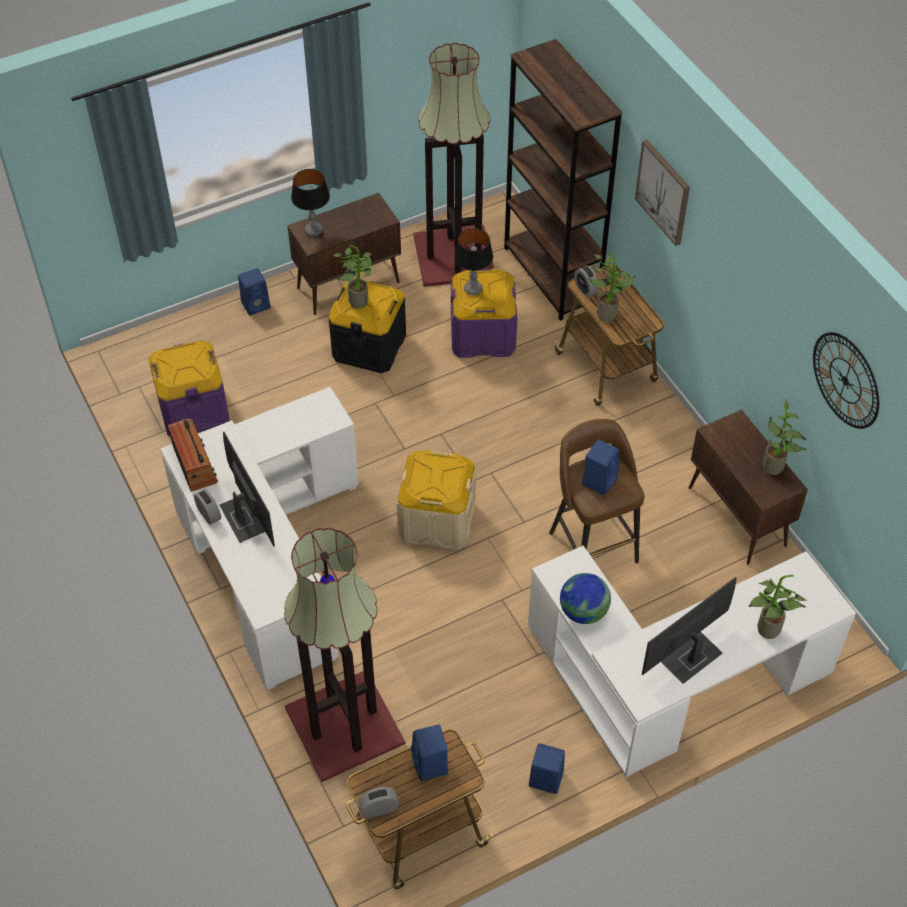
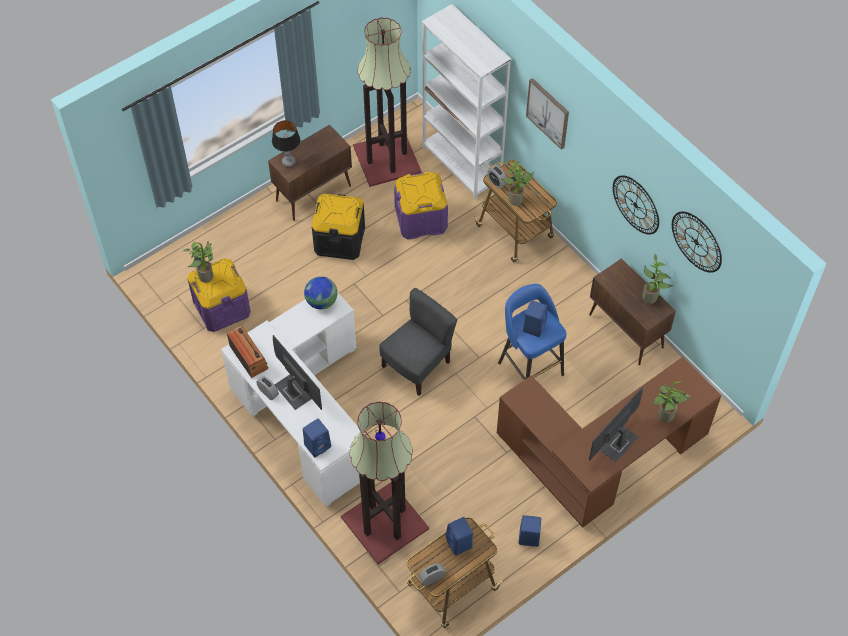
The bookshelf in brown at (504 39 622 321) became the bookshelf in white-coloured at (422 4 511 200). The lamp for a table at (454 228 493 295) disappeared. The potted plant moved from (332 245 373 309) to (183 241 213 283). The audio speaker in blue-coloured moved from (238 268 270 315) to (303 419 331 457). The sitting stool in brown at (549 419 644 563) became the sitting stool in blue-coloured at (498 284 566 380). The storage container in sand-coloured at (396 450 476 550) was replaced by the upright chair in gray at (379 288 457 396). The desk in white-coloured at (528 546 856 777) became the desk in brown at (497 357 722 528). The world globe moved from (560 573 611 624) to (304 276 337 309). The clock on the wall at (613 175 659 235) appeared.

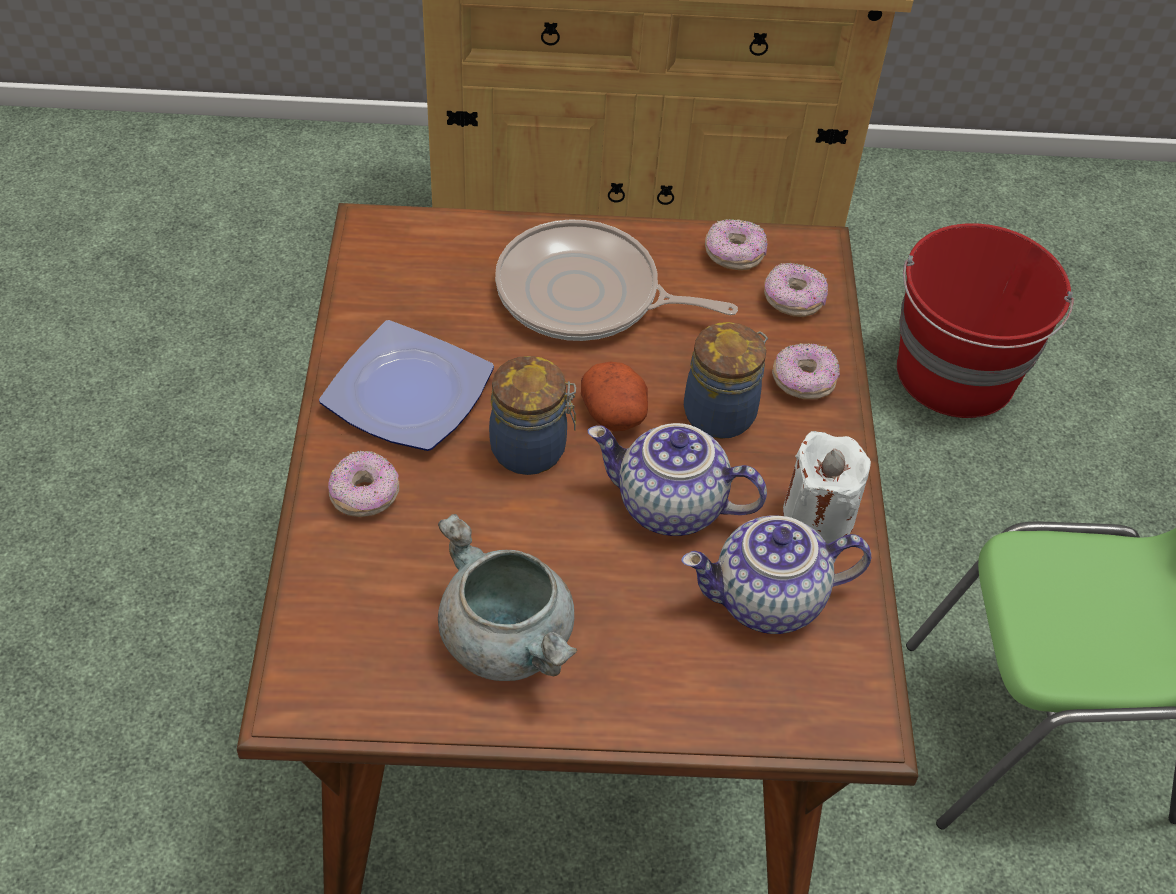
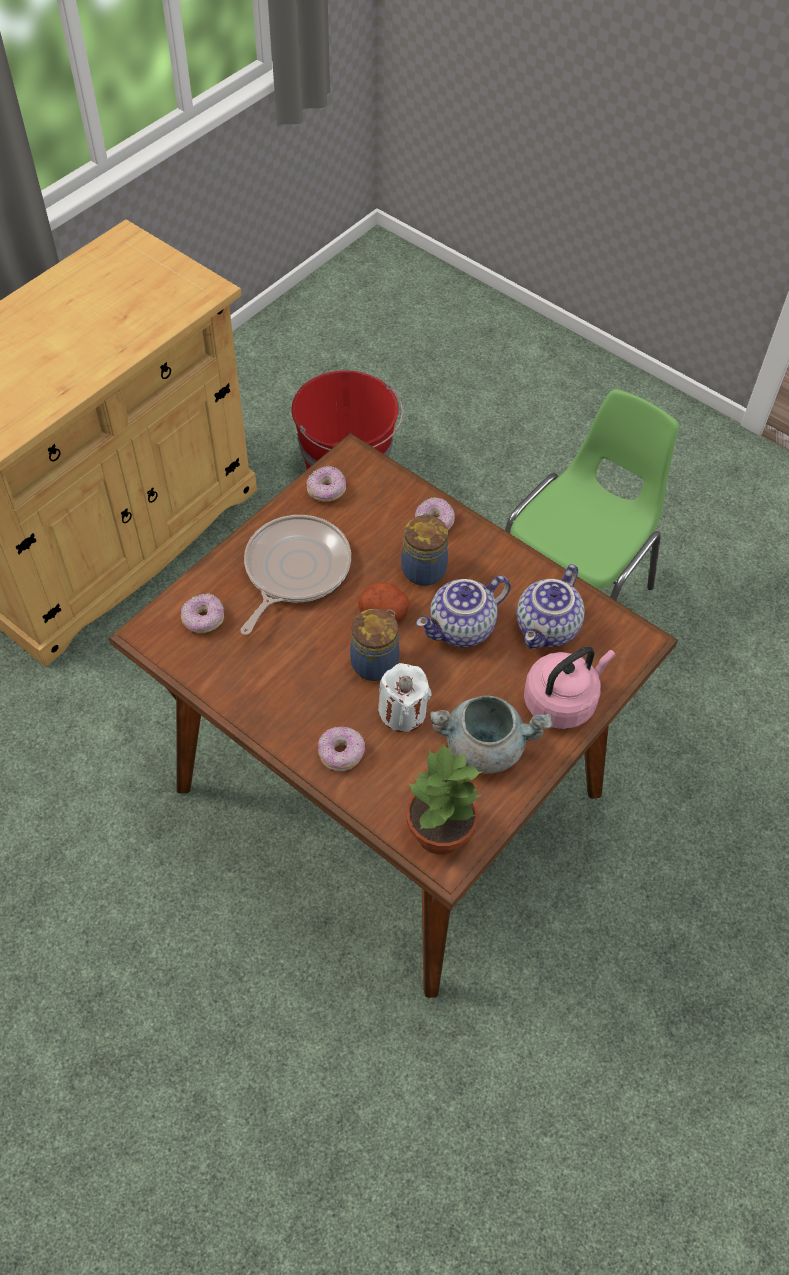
The skillet at (495 219 738 341) turned 150 degrees clockwise. The ring doughnut moved from (764 263 828 317) to (181 593 224 633). The dinner plate at (319 320 494 451) disappeared. The wax candle in white-coloured moved from (783 431 871 544) to (378 663 432 732). The water kettle in pink-coloured at (524 646 615 729) appeared. The potted plant at (406 743 482 855) appeared.

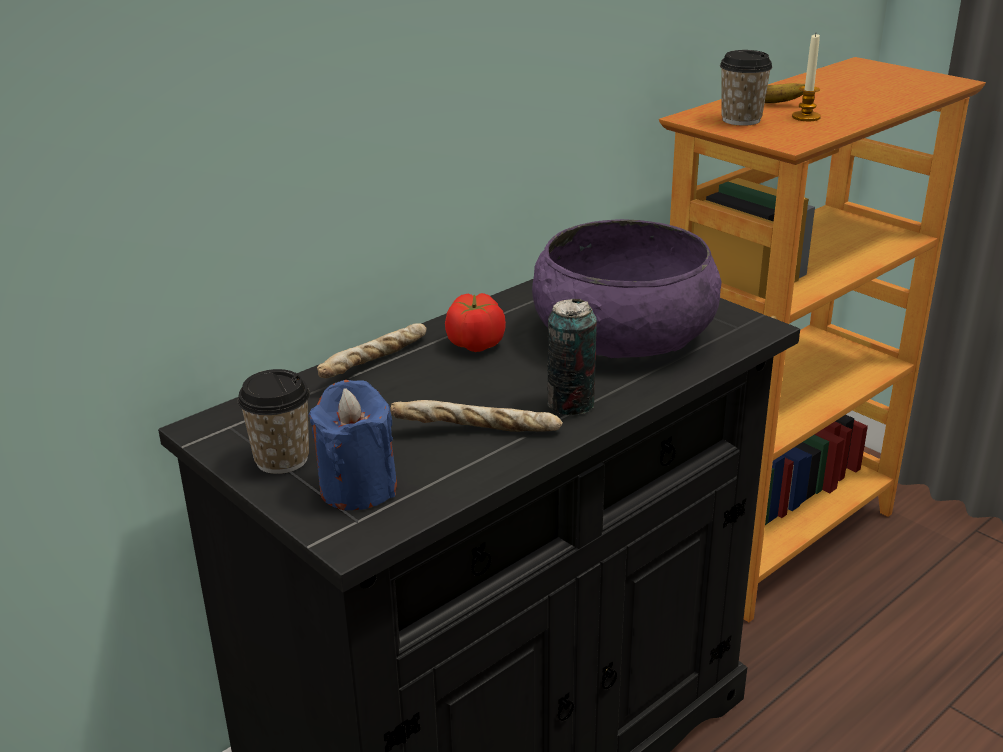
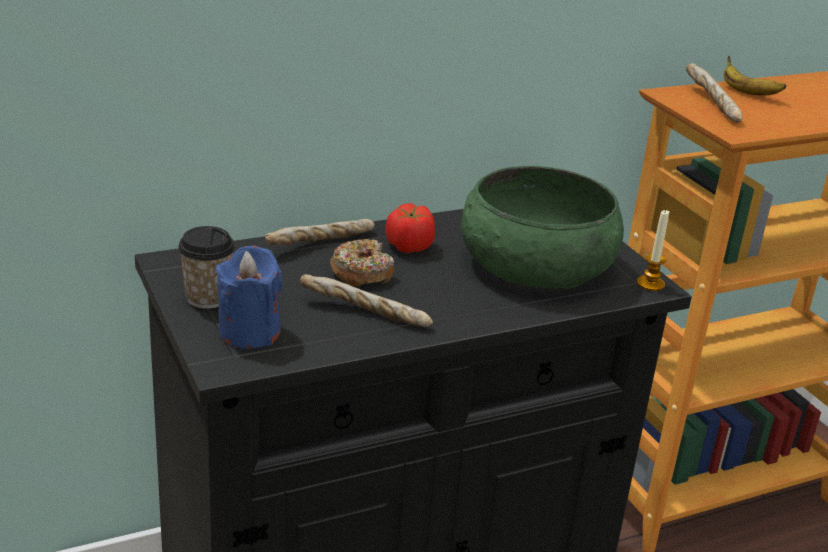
The wax candle moved from (792 34 821 121) to (637 209 669 291). The drinking cup at (720 50 773 126) was replaced by the bread at (686 63 742 123). The bowl in purplish at (532 219 722 358) became the bowl in green-coloured at (461 166 624 289). The can at (547 299 597 415) disappeared. The ring doughnut at (330 239 394 287) appeared.

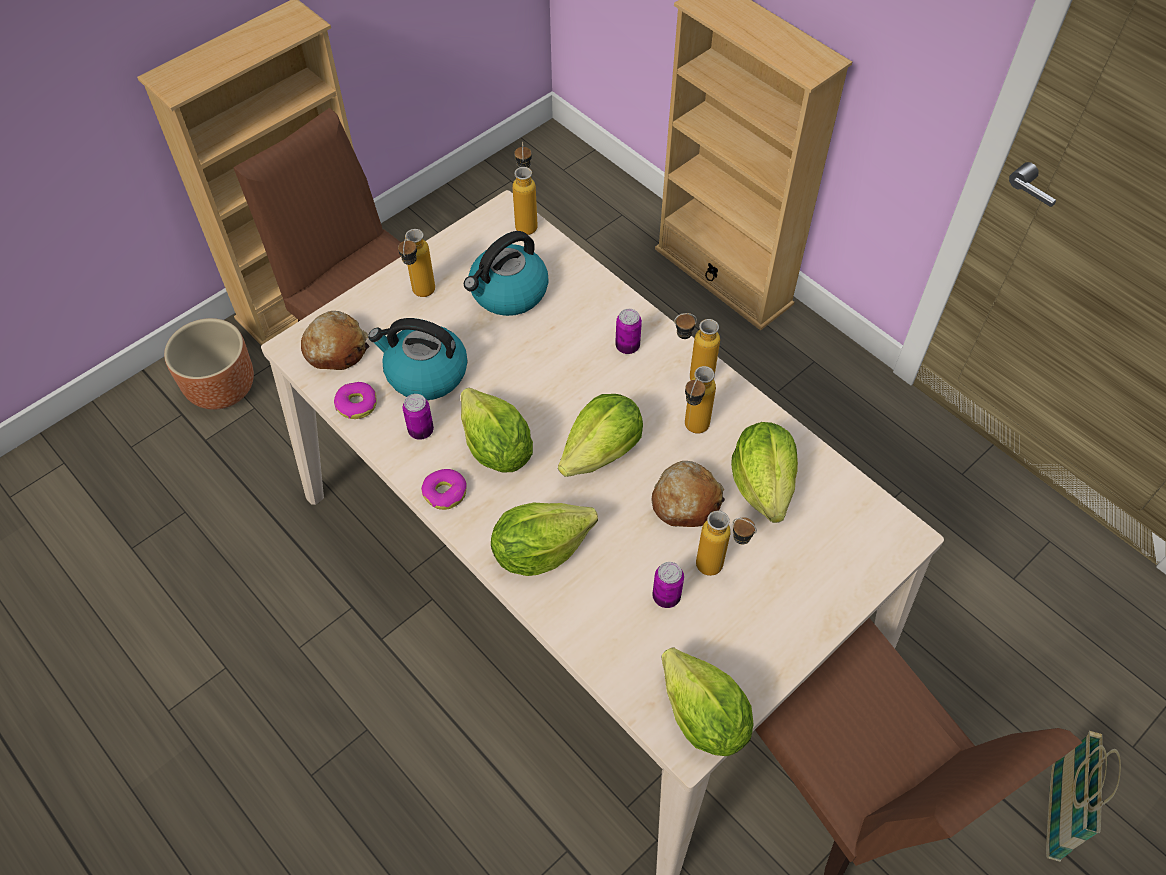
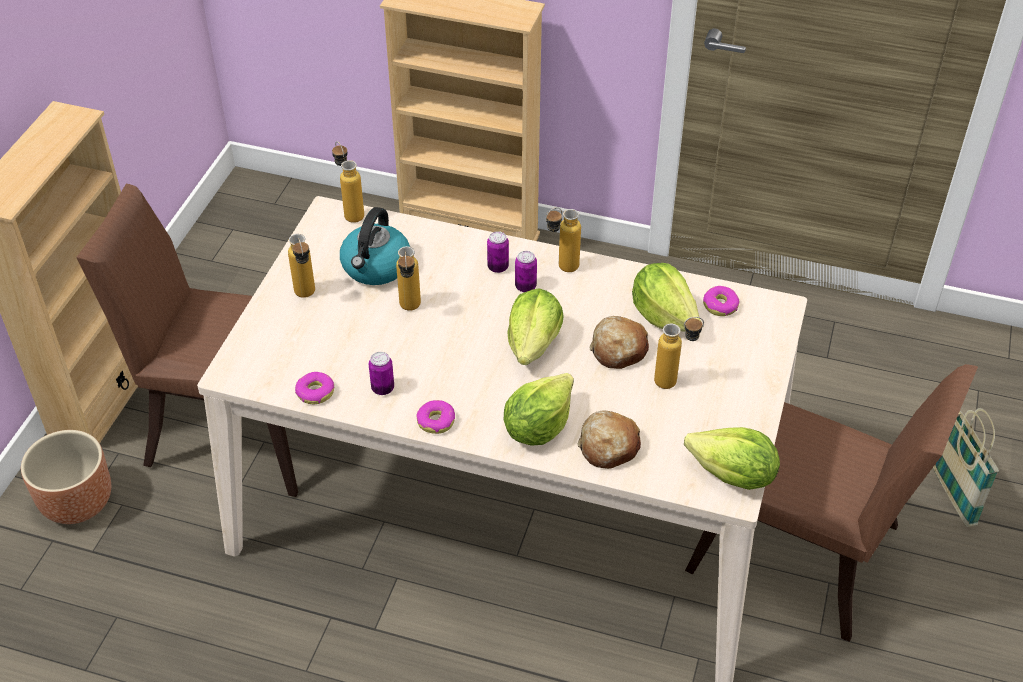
The bread moved from (301 311 370 370) to (577 411 641 469). The water kettle at (368 318 467 400) disappeared. The beverage bottle moved from (685 366 716 434) to (396 246 421 311). The lettuce head at (461 388 533 472) disappeared. The can moved from (652 562 684 608) to (515 251 537 292). The ring doughnut at (703 286 739 316) appeared.

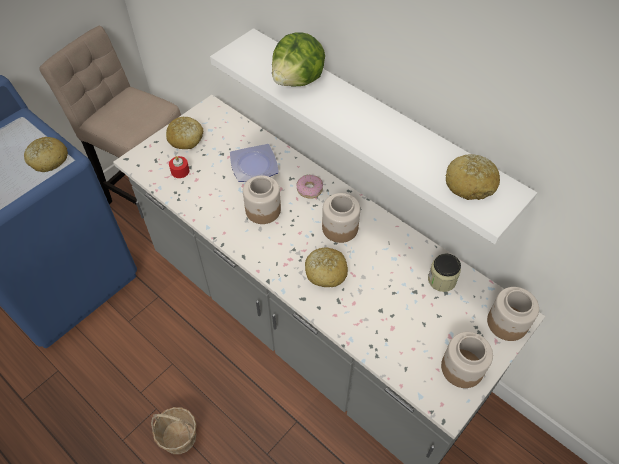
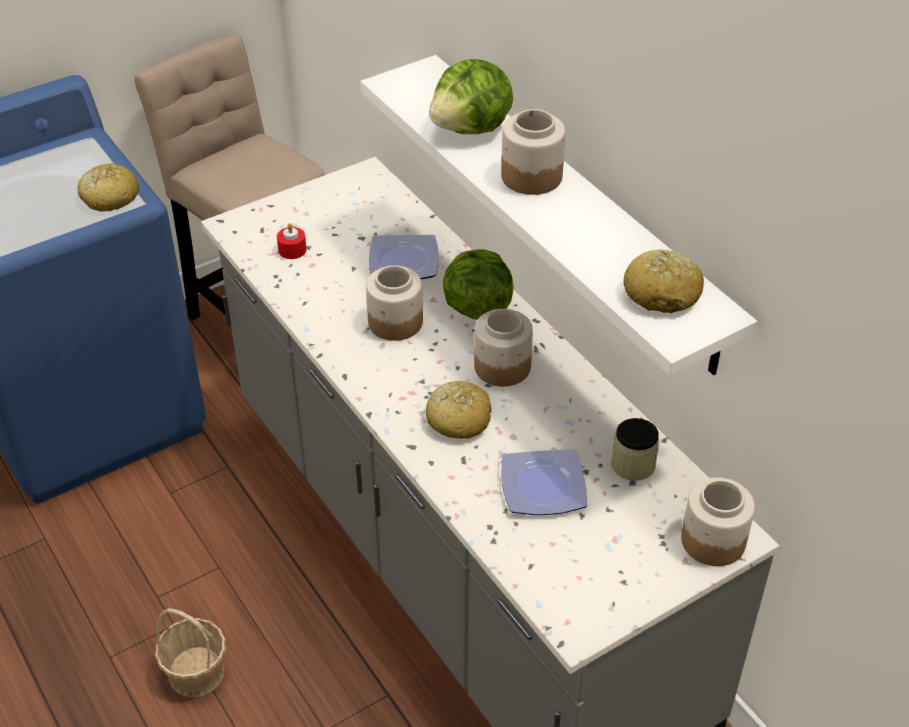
The bread at (166 117 203 149) disappeared. The ring doughnut at (296 175 323 199) was replaced by the lettuce head at (443 249 514 320). The jar moved from (441 332 493 388) to (501 109 566 195). The dinner plate at (501 449 587 515) appeared.

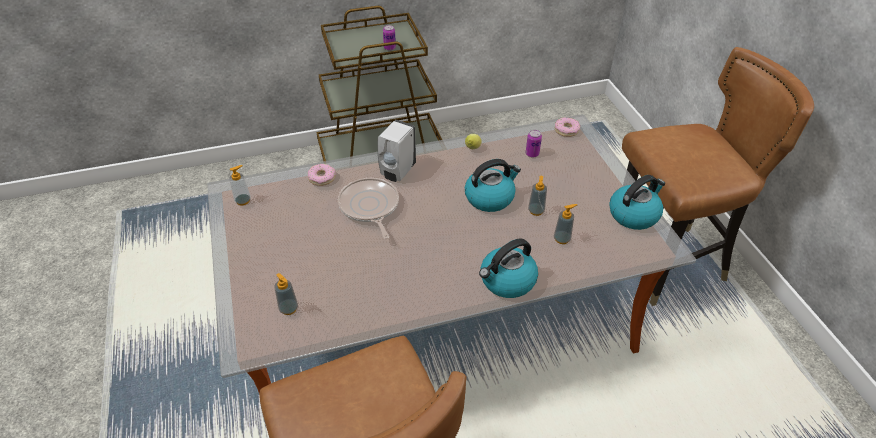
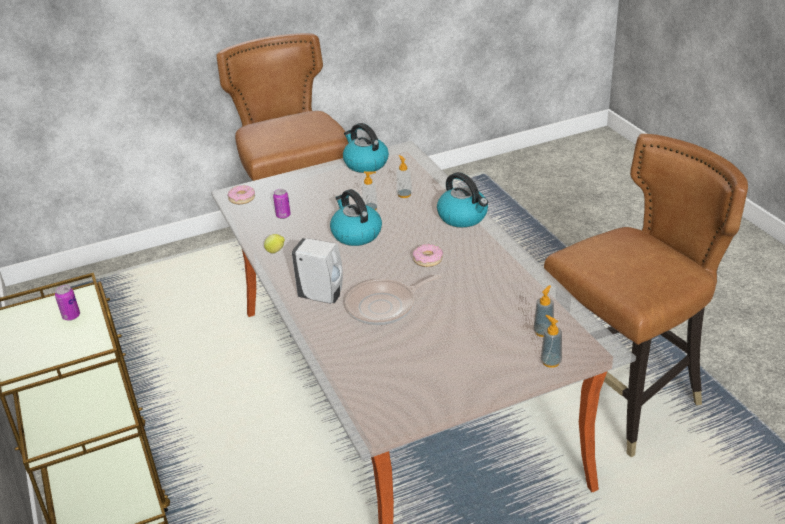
The ring doughnut moved from (308 164 336 186) to (413 244 443 267). The soap bottle moved from (229 165 251 205) to (541 315 562 368).

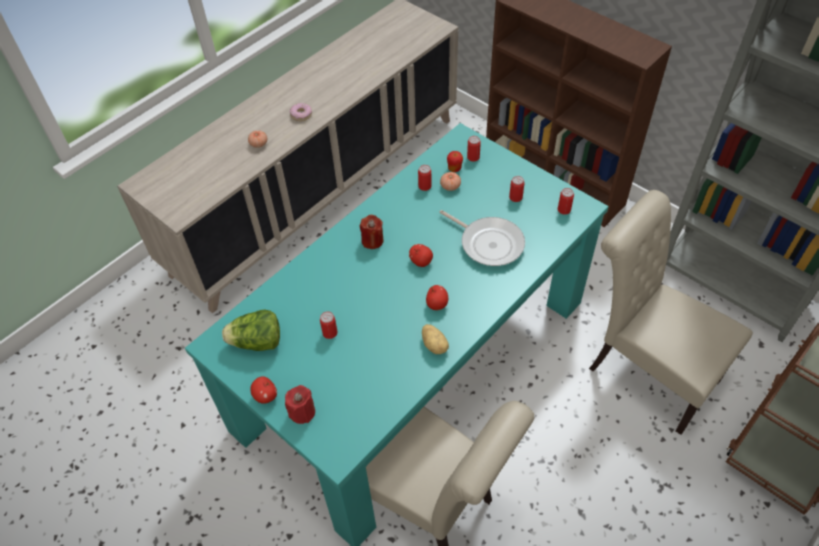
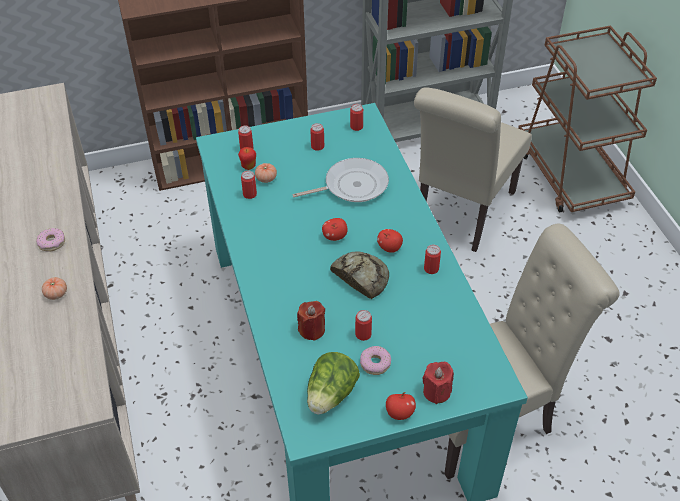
The upright chair in sand-coloured at (589 190 753 435) turned 45 degrees counterclockwise. The wax candle in red-coloured moved from (360 215 384 249) to (297 301 325 341). The spud at (422 324 449 354) was replaced by the can at (424 245 441 274). The bread at (330 251 389 299) appeared. The ring doughnut at (360 346 391 375) appeared.

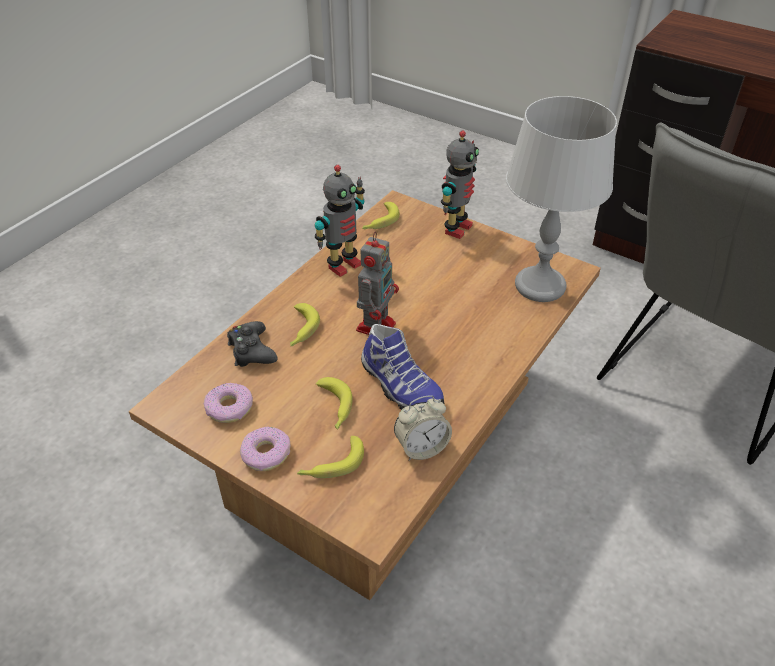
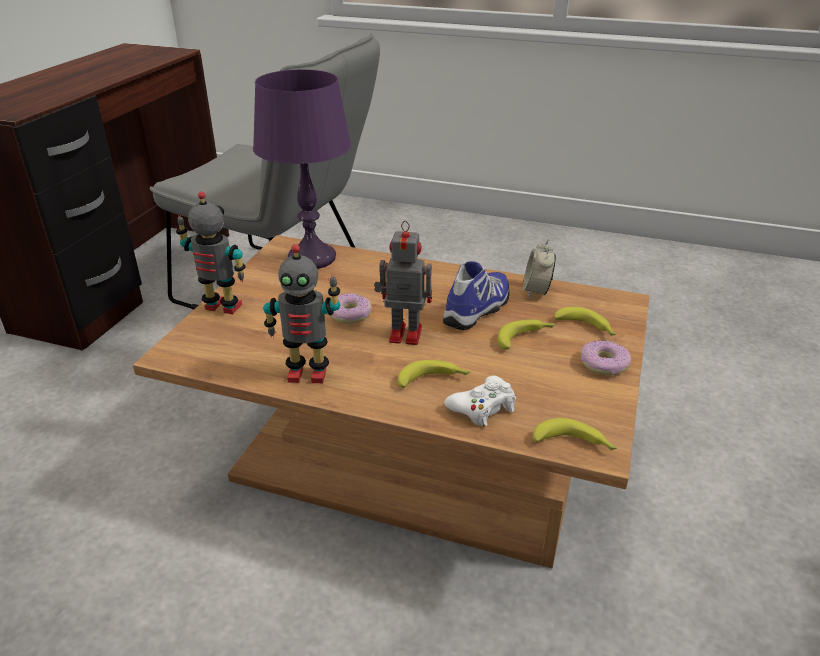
The lamp for a table in gray at (506 96 617 302) became the lamp for a table in purplish at (253 69 351 269). The robot figure at (315 165 365 277) turned 150 degrees clockwise. The banana moved from (362 202 400 230) to (532 418 617 451). The gamepad in black at (227 321 278 367) became the gamepad in white-coloured at (445 376 516 427). The ring doughnut moved from (204 383 253 423) to (331 293 372 324). The alarm clock at (394 395 452 461) turned 135 degrees counterclockwise.

